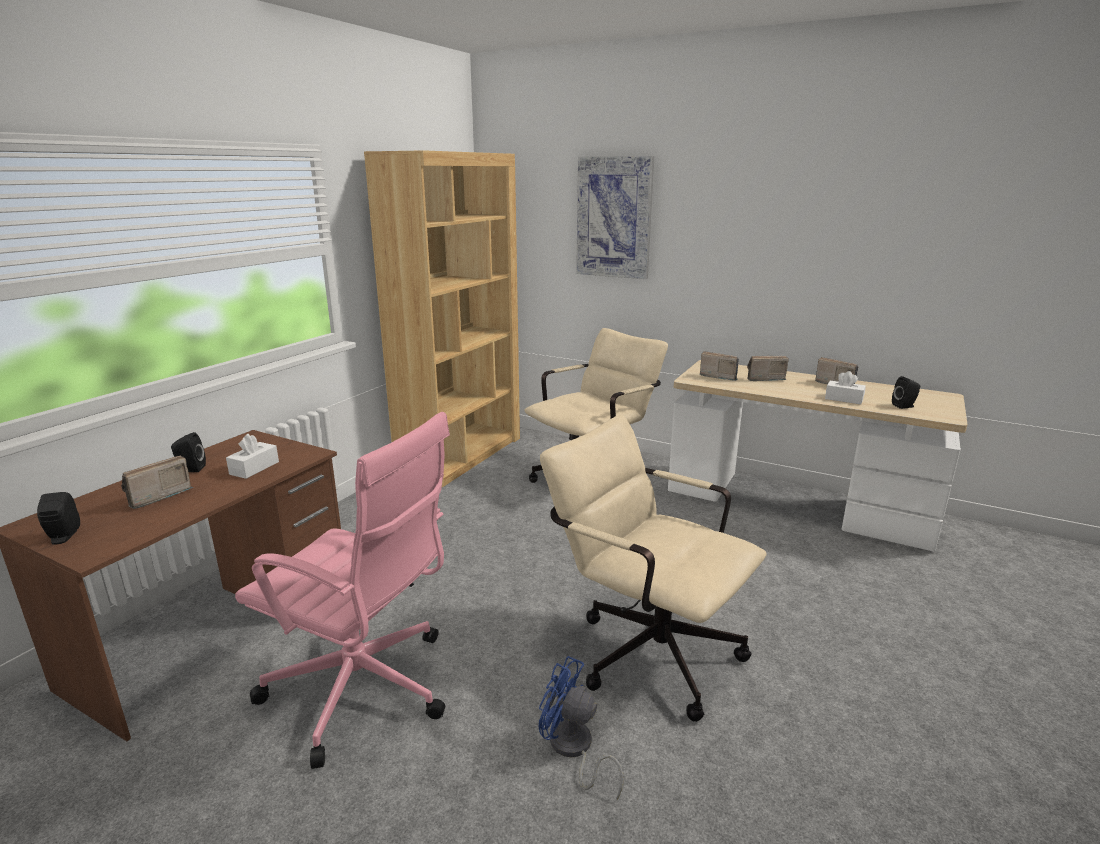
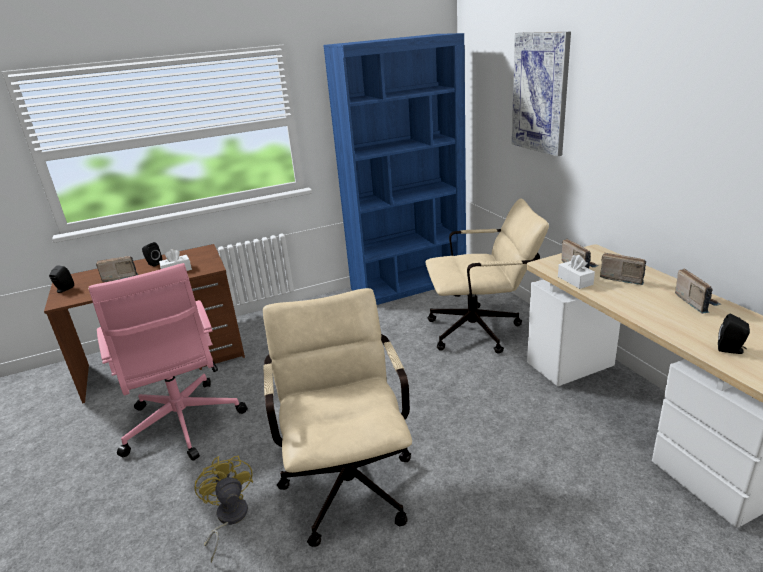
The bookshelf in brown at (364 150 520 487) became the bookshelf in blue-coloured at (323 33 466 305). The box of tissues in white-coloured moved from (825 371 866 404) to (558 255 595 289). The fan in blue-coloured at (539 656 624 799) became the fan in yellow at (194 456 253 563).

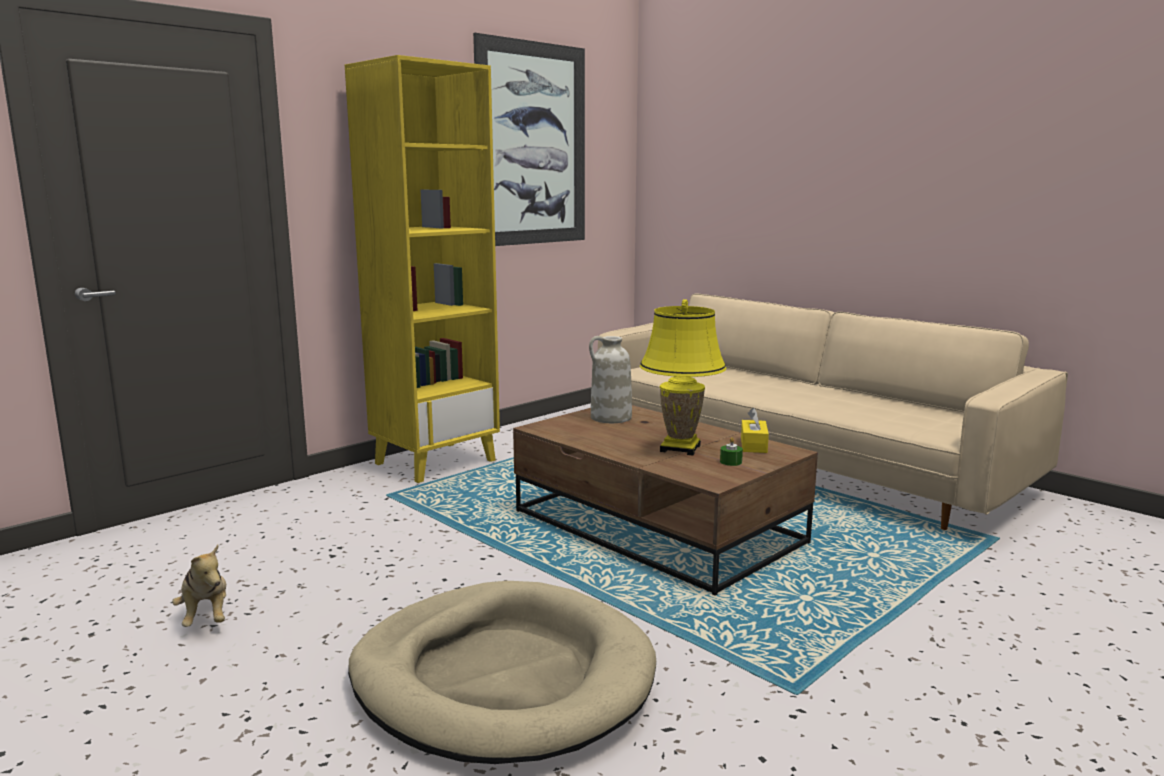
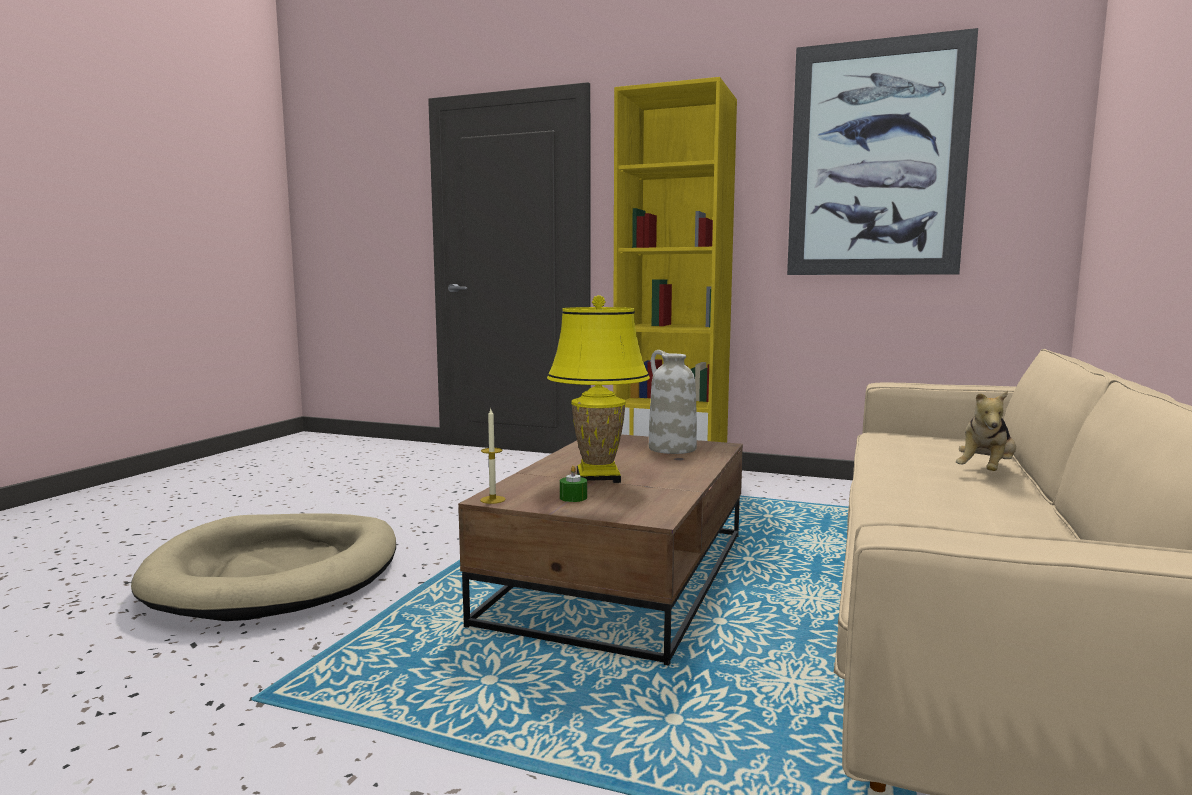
The box of tissues in yellow at (741 408 769 453) disappeared. The cuddly toy moved from (172 545 226 627) to (956 391 1016 471). The wax candle at (480 409 506 504) appeared.

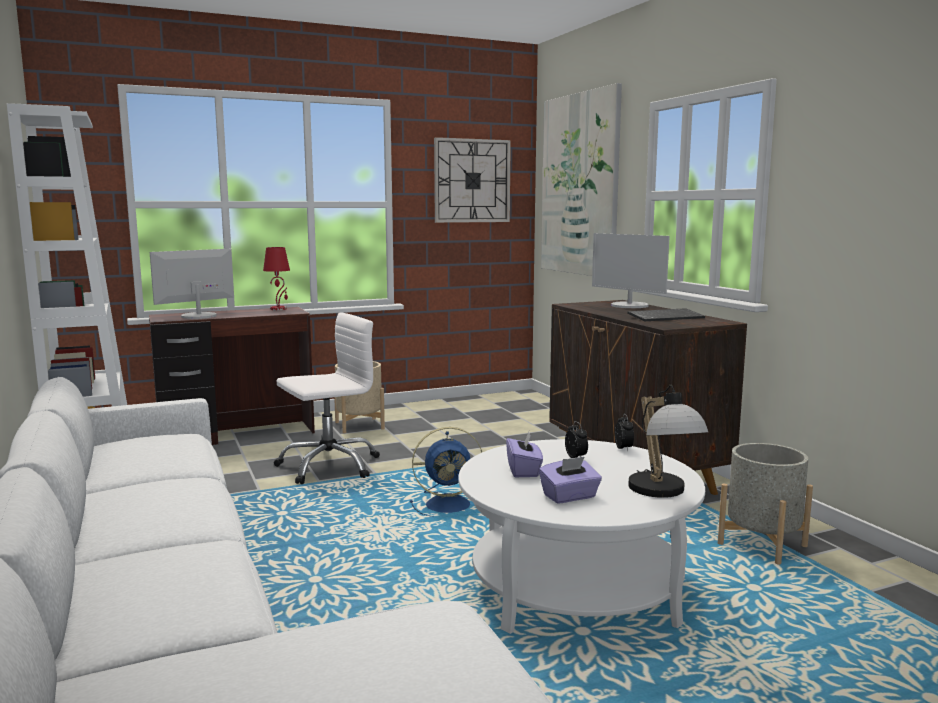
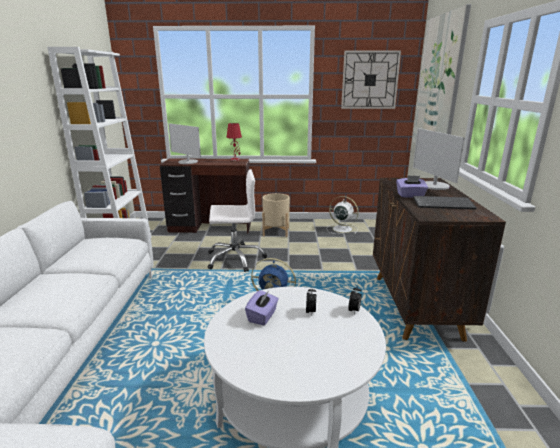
The computer display at (150 249 234 319) turned 120 degrees counterclockwise. The lamp for a table at (628 384 708 498) disappeared. The planter in gray at (718 443 813 565) disappeared. The box of tissues in purplish moved from (539 457 602 504) to (396 175 428 197). The fan in white-coloured at (327 196 359 234) appeared.

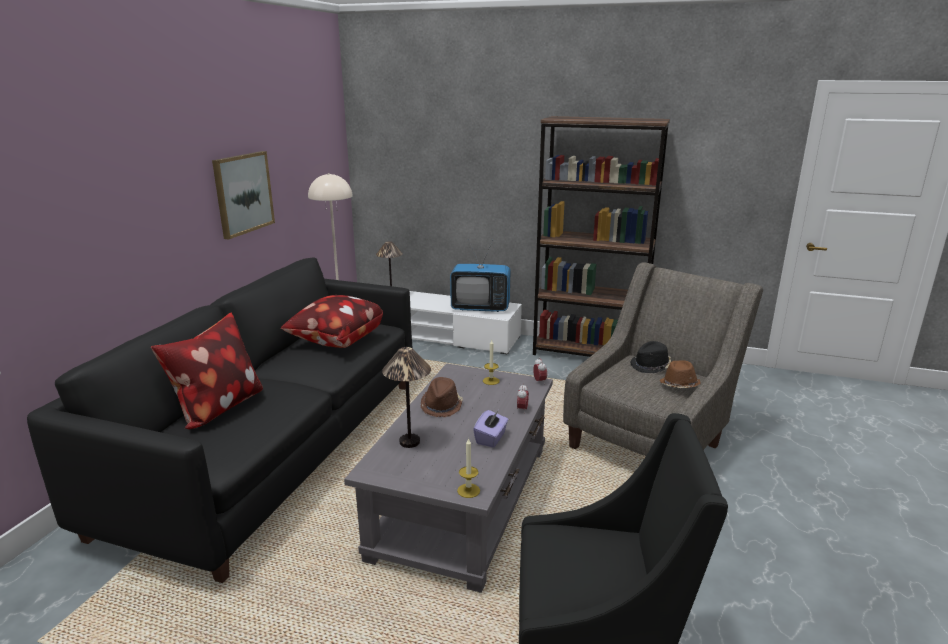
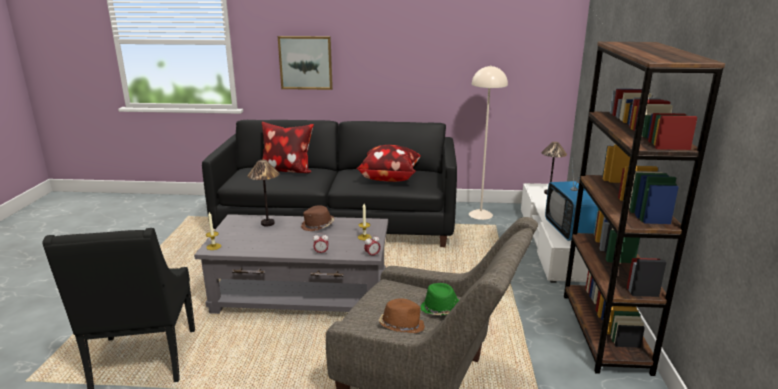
The wall picture moved from (212 151 275 239) to (278 36 333 90). The clothing hat in black at (630 341 671 373) became the clothing hat in green-coloured at (421 283 459 315). The box of tissues in purplish at (473 410 508 448) disappeared.

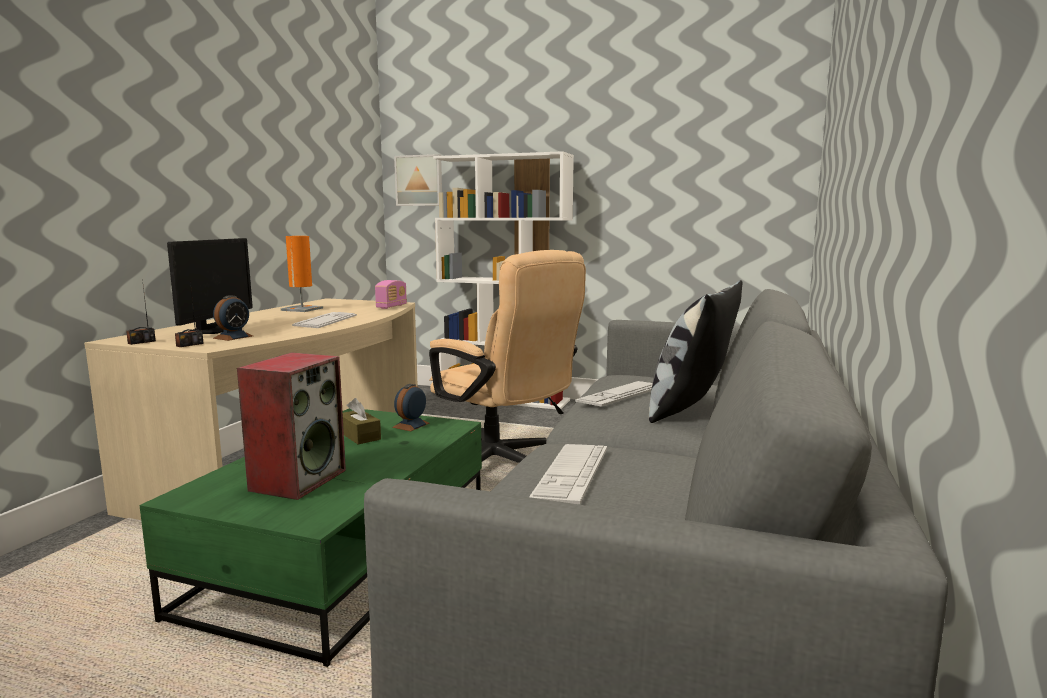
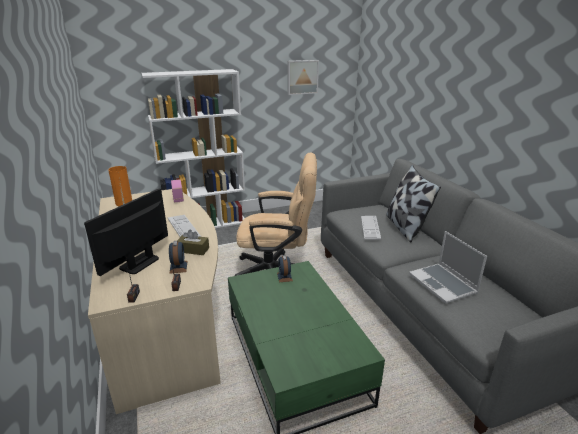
The wall picture moved from (394 154 442 206) to (287 60 319 95). The computer display at (167 238 253 334) turned 120 degrees counterclockwise. The audio speaker at (237 352 346 500) disappeared. The box of tissues in brown moved from (343 398 381 445) to (177 229 209 255). The keyboard at (529 444 607 504) was replaced by the notebook computer at (409 231 487 303).

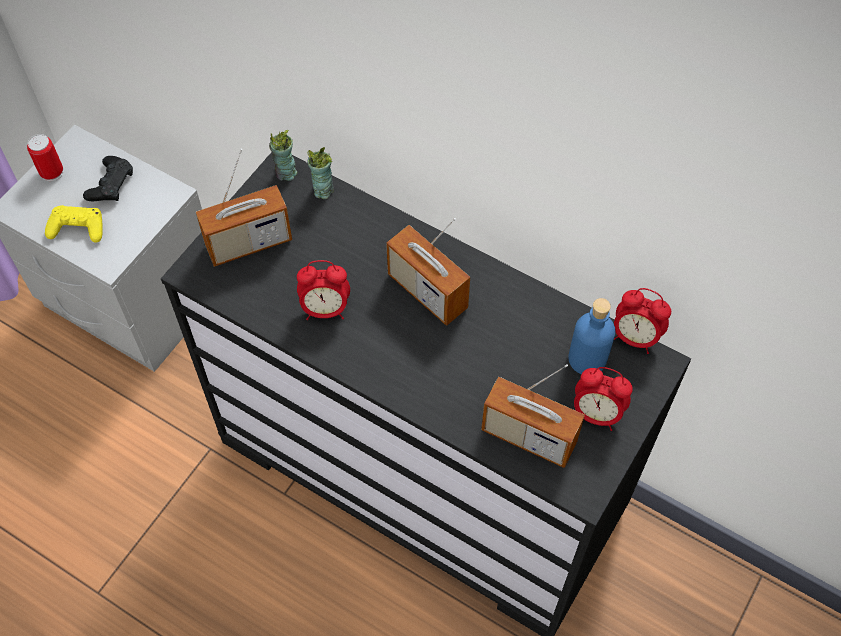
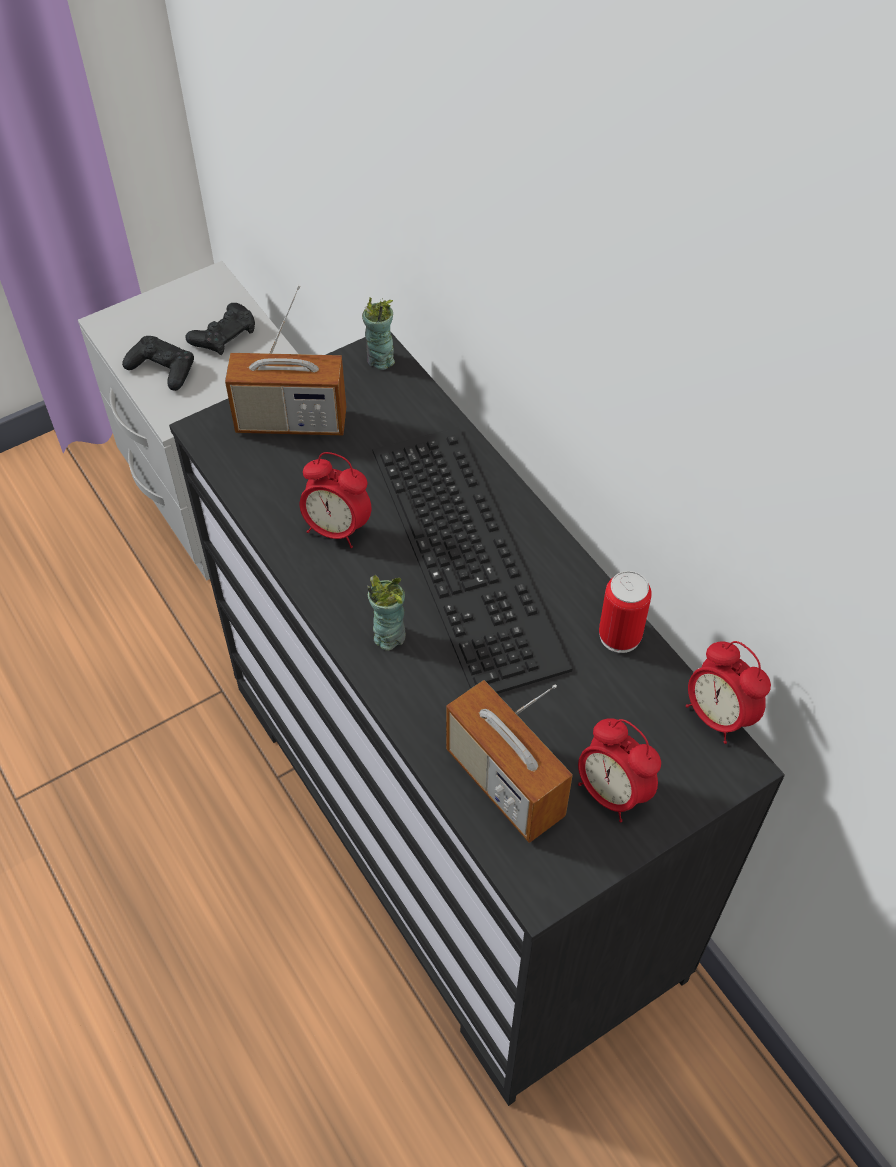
The can moved from (27 134 63 182) to (599 571 652 653). The drinking cup moved from (307 147 334 199) to (367 575 406 651). The gamepad in yellow at (45 205 103 243) became the gamepad in black at (122 336 194 391). The radio set at (386 218 470 326) was replaced by the keyboard at (373 427 572 694). The beverage bottle in blue-coloured at (568 298 615 374) disappeared.

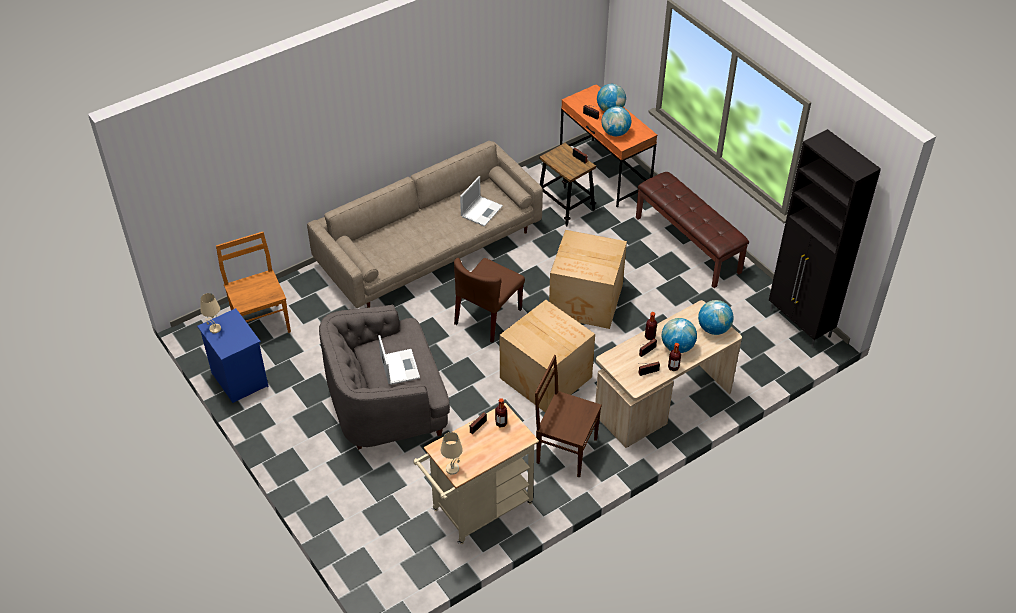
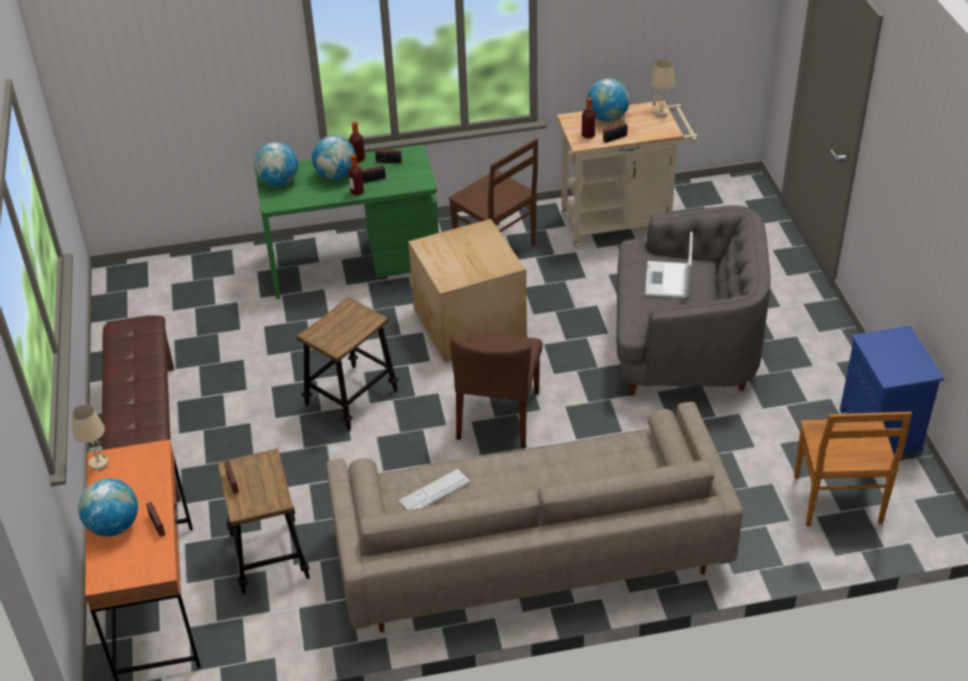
The world globe moved from (601 106 631 136) to (587 78 630 122). The storage cabinet in black at (769 129 881 348) disappeared. The notebook computer at (460 176 503 226) was replaced by the keyboard at (399 469 471 510). The carton at (549 230 627 329) was replaced by the sitting stool at (296 297 398 431). The upright chair in brown at (454 258 525 343) turned 135 degrees clockwise. The lamp for a table in sand-coloured moved from (201 293 221 333) to (72 404 108 470). The desk in sand-coloured at (595 300 742 448) became the desk in green-coloured at (256 145 439 299).

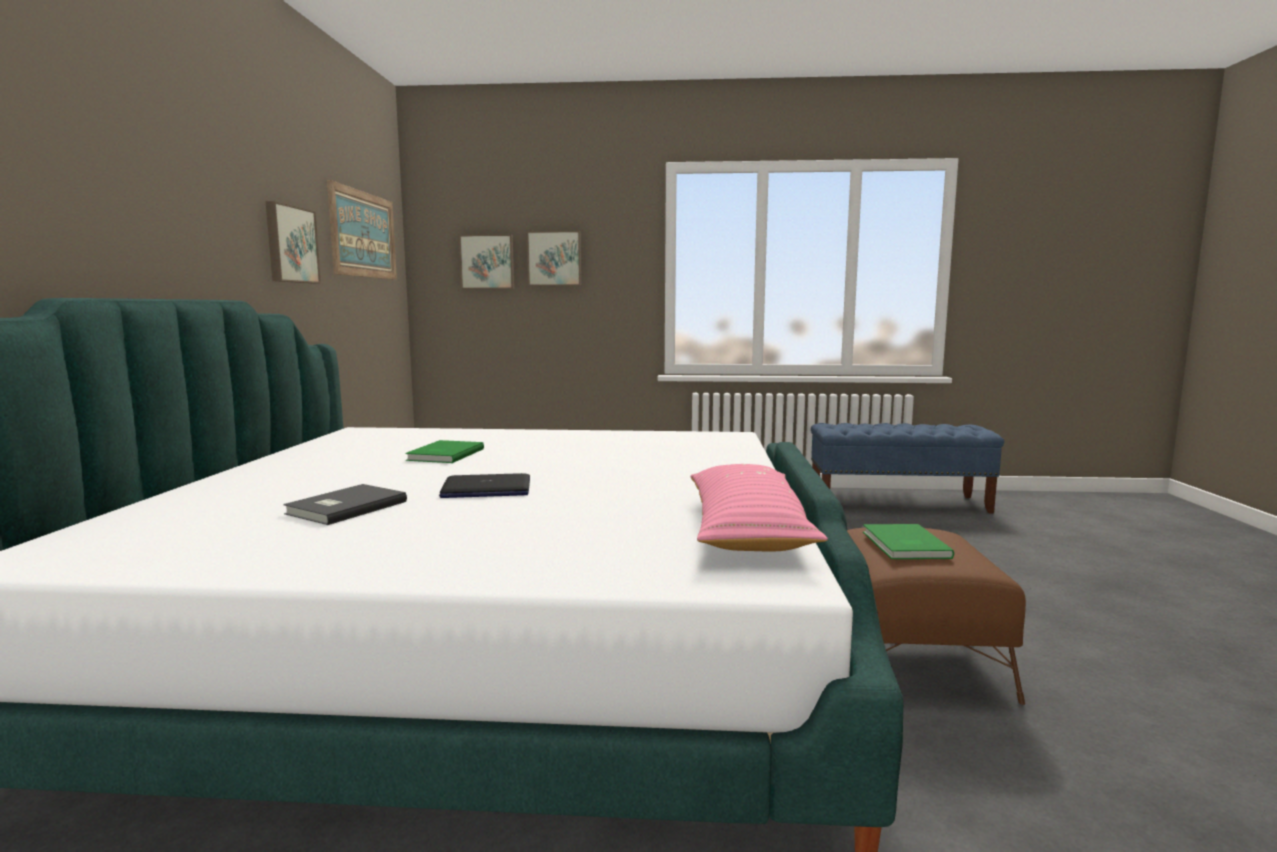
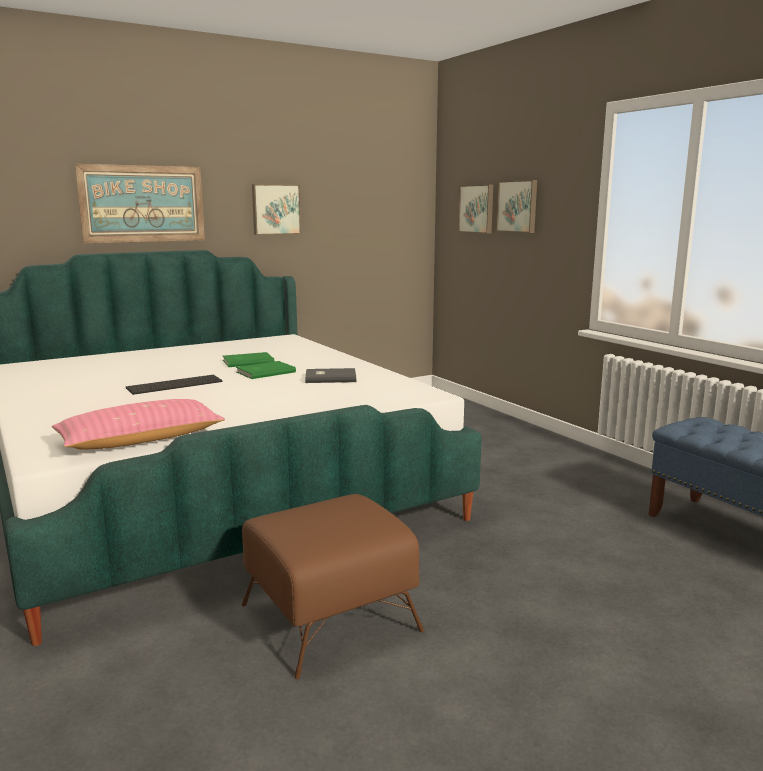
The wall picture moved from (327 180 397 280) to (75 164 205 243). The notebook computer at (439 473 530 498) was replaced by the keyboard at (126 375 223 395). The volume in gray moved from (283 484 407 525) to (305 368 356 383). The volume in green-coloured moved from (863 524 954 559) to (236 361 296 379).

